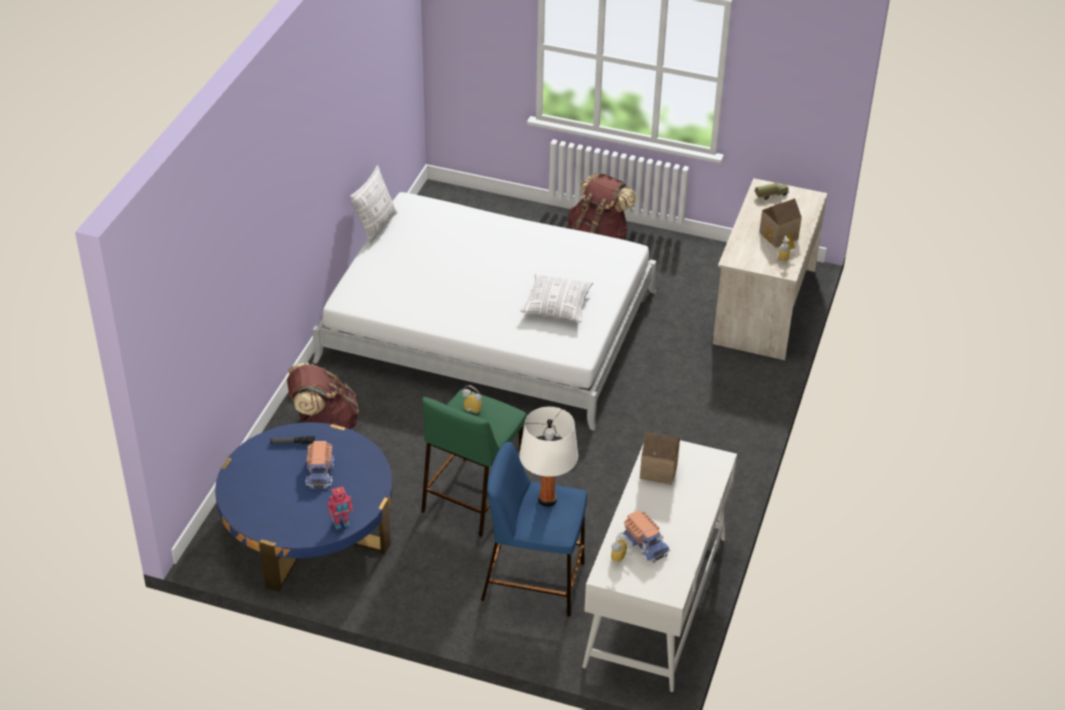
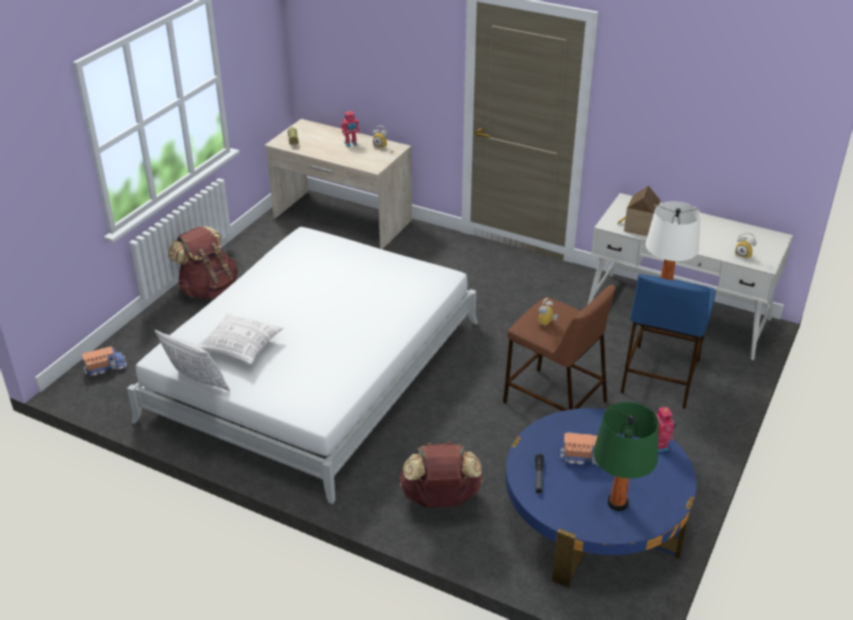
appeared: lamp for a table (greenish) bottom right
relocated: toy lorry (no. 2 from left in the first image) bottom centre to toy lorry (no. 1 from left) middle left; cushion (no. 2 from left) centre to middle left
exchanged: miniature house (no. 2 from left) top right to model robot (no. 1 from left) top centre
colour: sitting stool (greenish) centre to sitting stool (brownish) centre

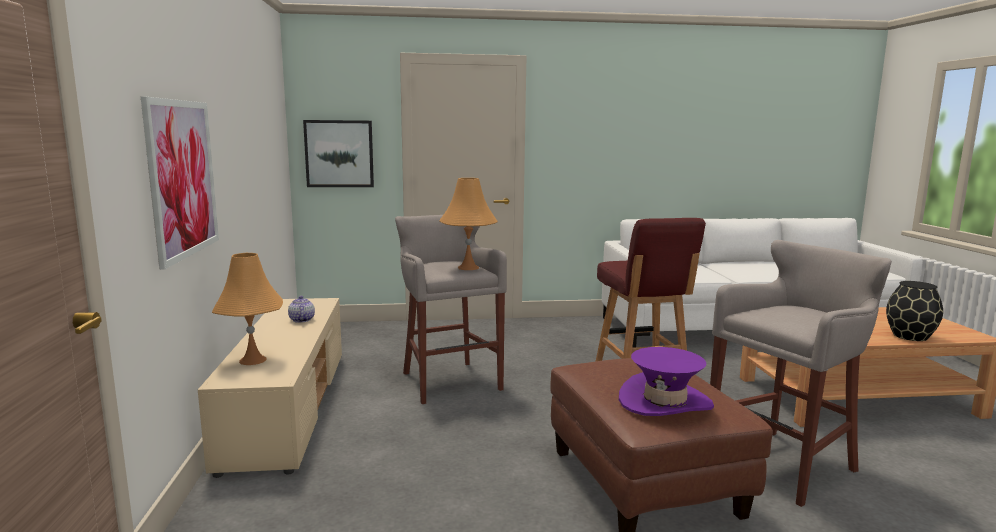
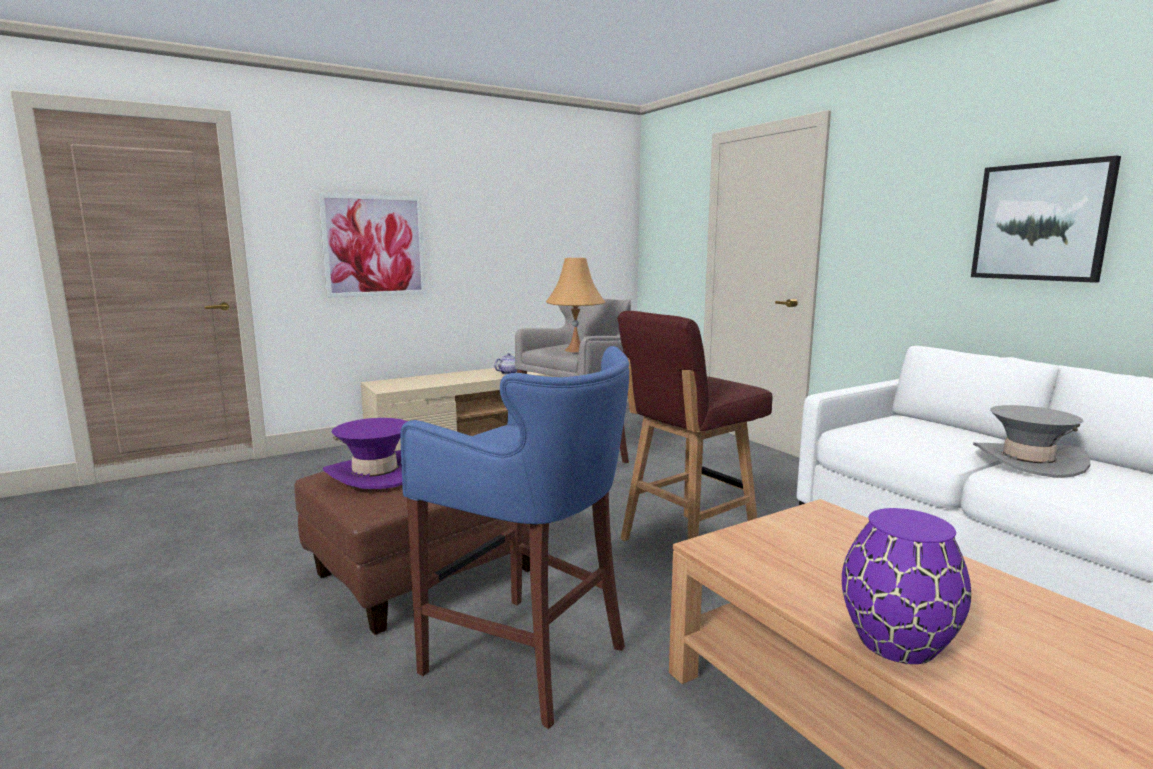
missing: lamp for a table (orange) (no. 1 from left) middle left
appeared: hat (greyish) middle right
relocated: wall art (no. 2 from left) top centre to top right
colour: sitting stool (greyish) (no. 2 from left) bottom right to sitting stool (blue) bottom centre; vase (black-coloured) middle right to vase (purple-coloured) bottom right

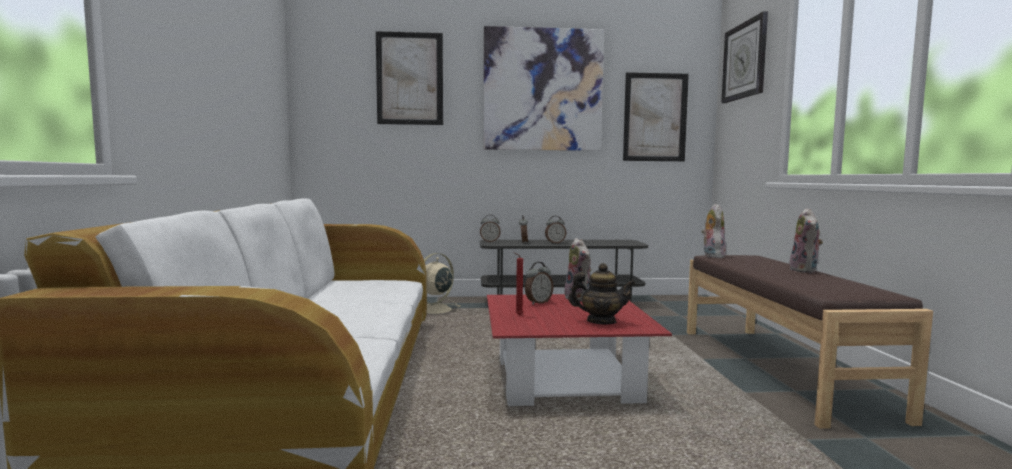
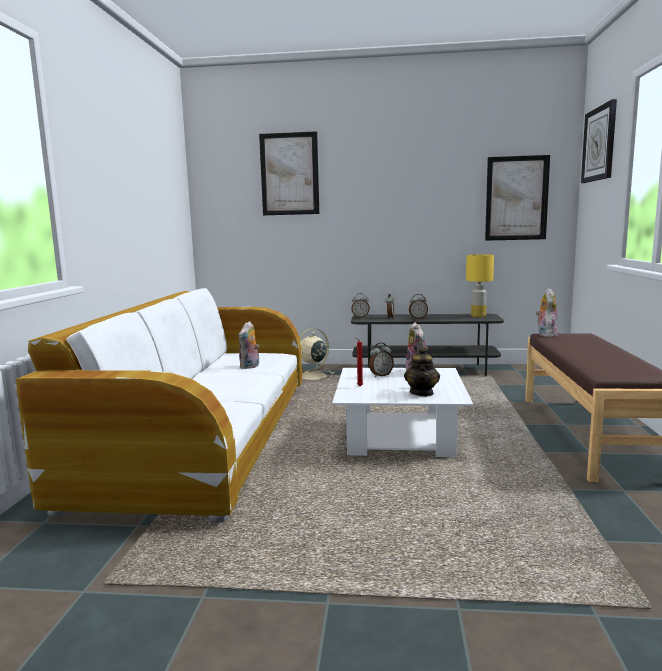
missing: wall art (no. 2 from left) top centre
appeared: lamp for a table (yellowish) middle right
relocated: cuddly toy (no. 3 from left in the first image) middle right to cuddly toy (no. 1 from left) centre
colour: coffee table (reddish) bottom centre to coffee table (white-coloured) centre
spun: tea pot centre = centre 75 degrees clockwise

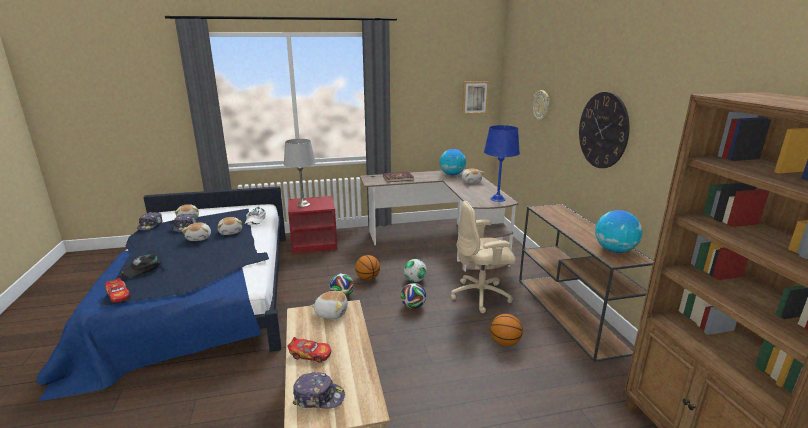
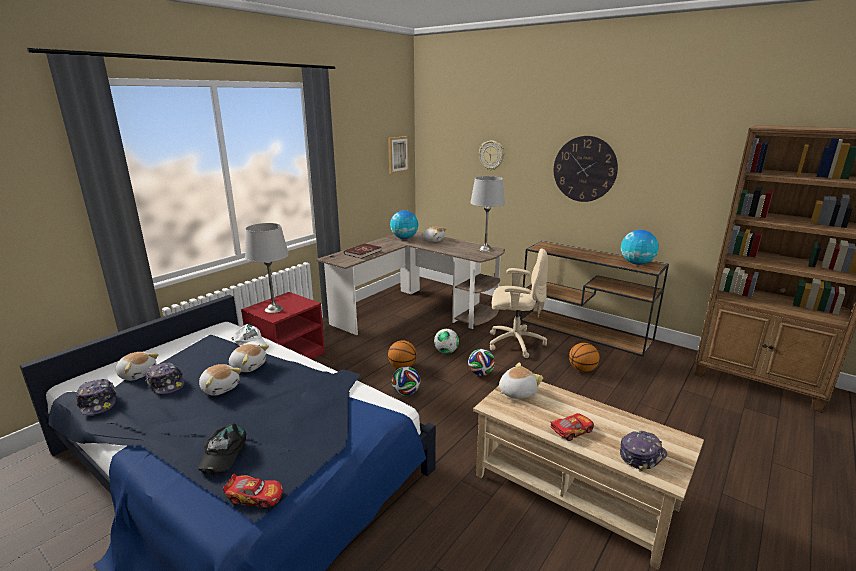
colour: lamp for a table (blue) centre to lamp for a table (greyish) (no. 2 from left) centre
spun: computer chair (beige-coloured) centre = centre 120 degrees counterclockwise

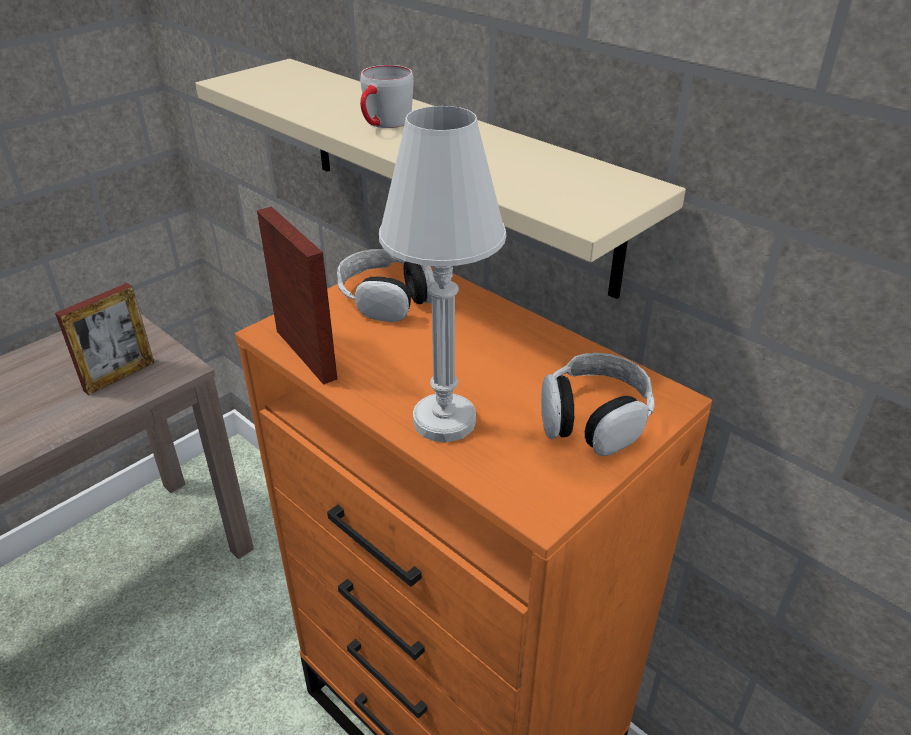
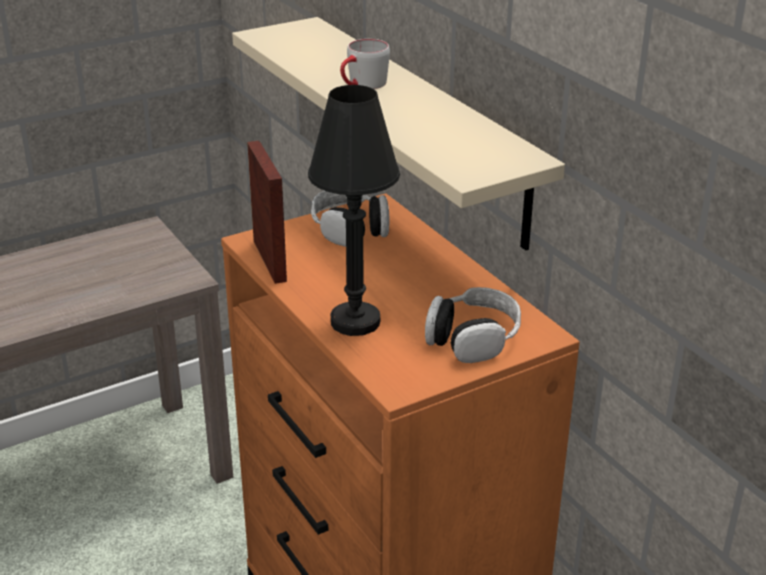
missing: standing frame (no. 1 from left) middle left
colour: lamp for a table (white-coloured) centre to lamp for a table (black-coloured) centre

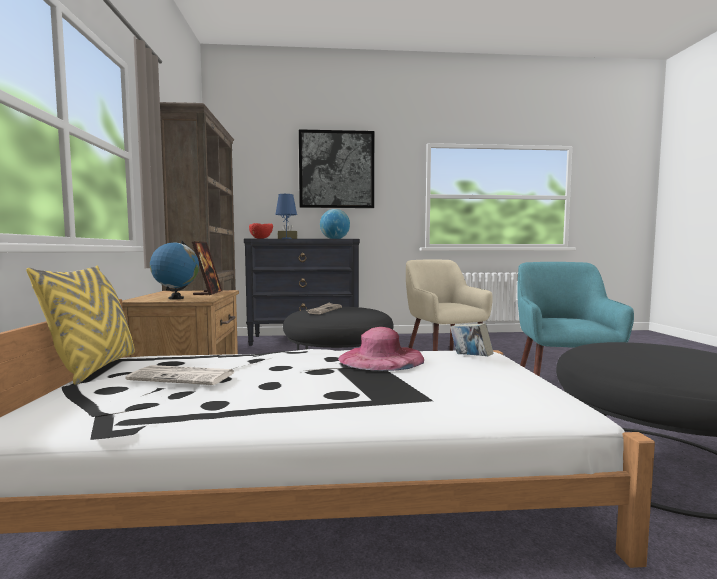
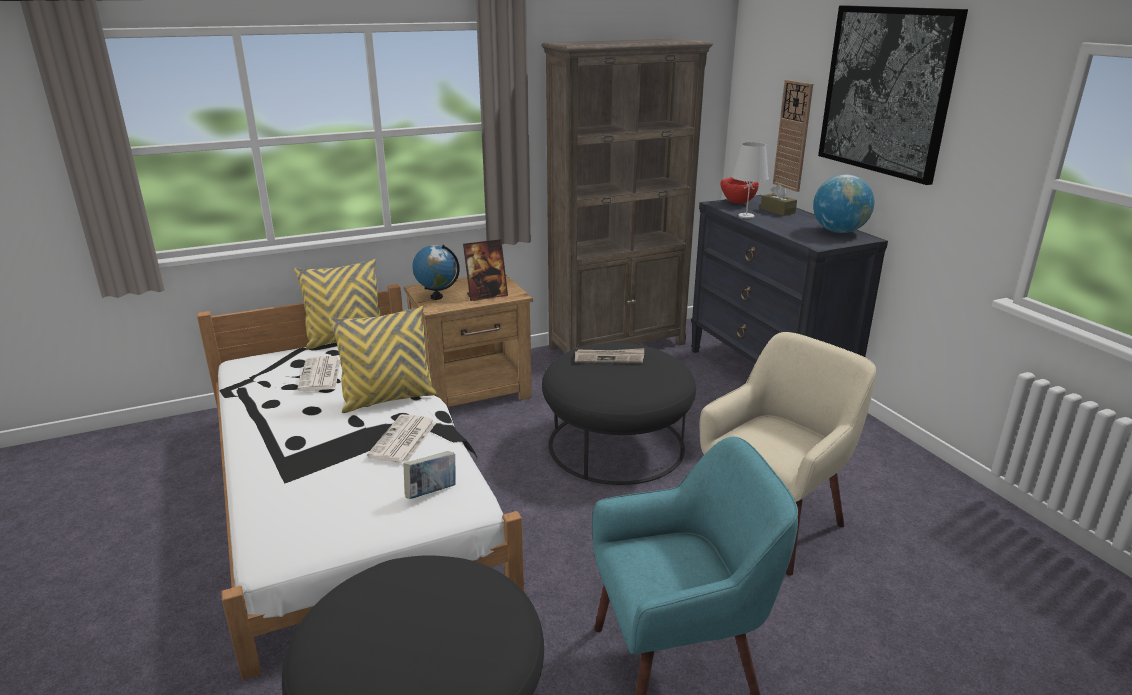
appeared: cushion (yellowish) (no. 2 from left) centre; clock on the wall top right
exchanged: hat (pink-coloured) centre to newspaper (no. 2 from left) centre
colour: lamp for a table (blue) centre to lamp for a table (white-coloured) top centre

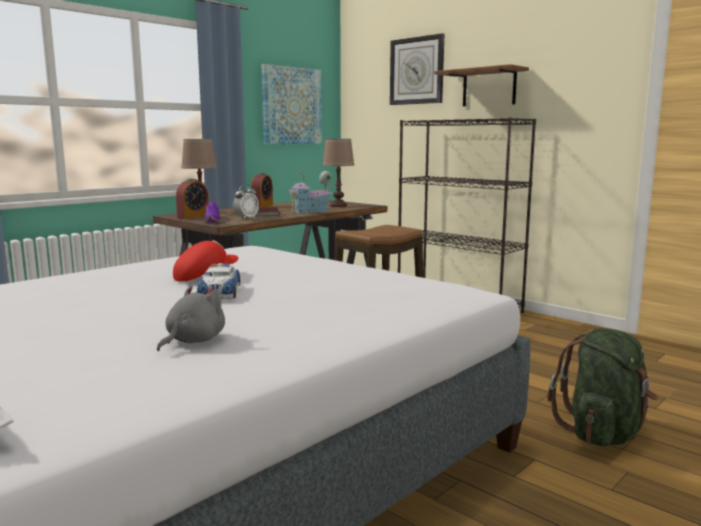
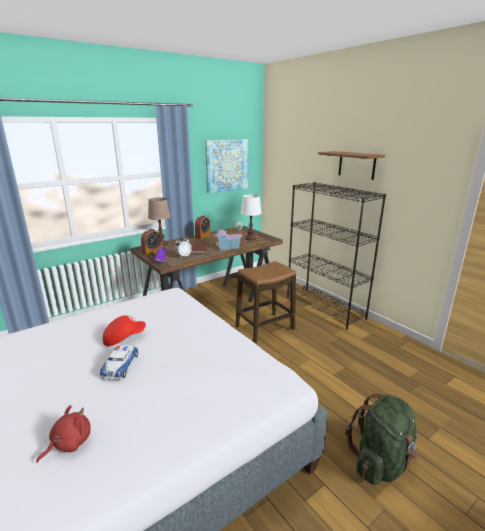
missing: clock on the wall top centre
colour: cuddly toy (greyish) middle left to cuddly toy (reddish) bottom left; lamp for a table (brownish) (no. 2 from left) top centre to lamp for a table (white-coloured) centre

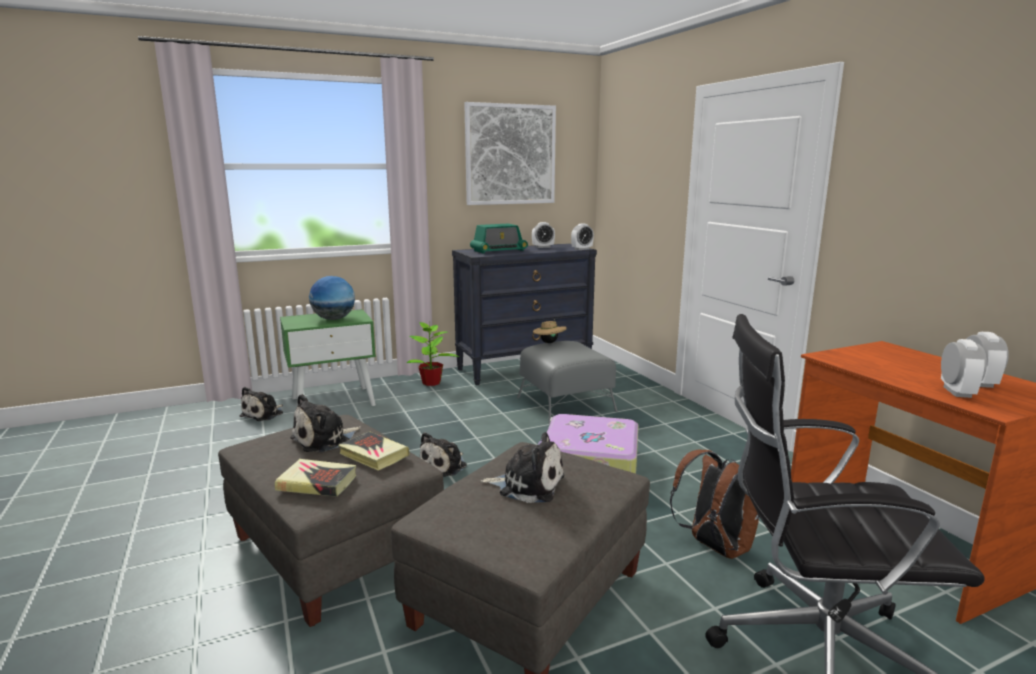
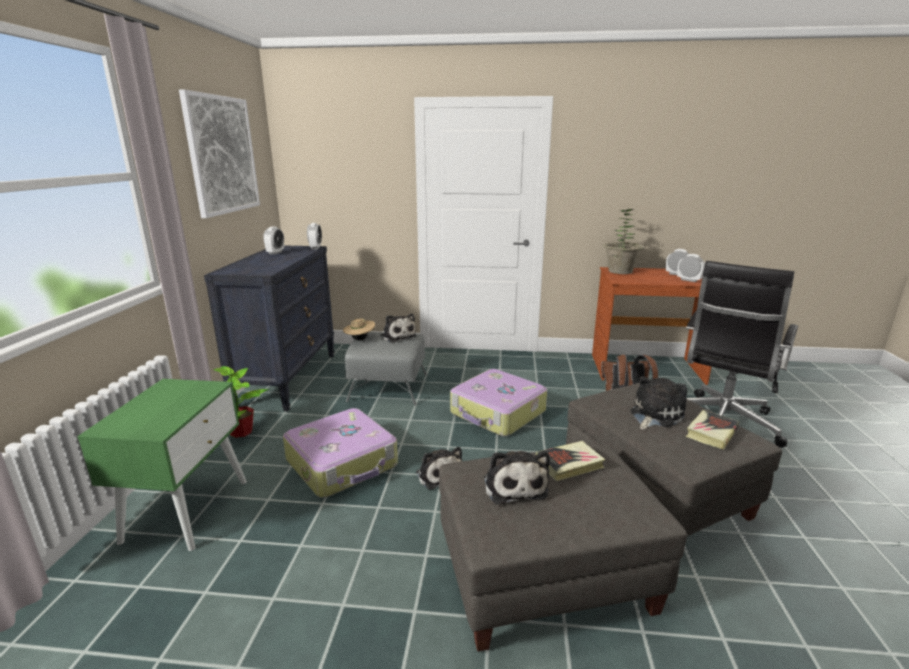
missing: world globe middle left; radio receiver centre
appeared: suitcase (no. 1 from left) bottom centre; houseplant (no. 2 from left) middle right
relocated: cuddly toy (no. 1 from left) middle left to centre; volume (no. 1 from left in the first image) bottom left to volume (no. 2 from left) middle right

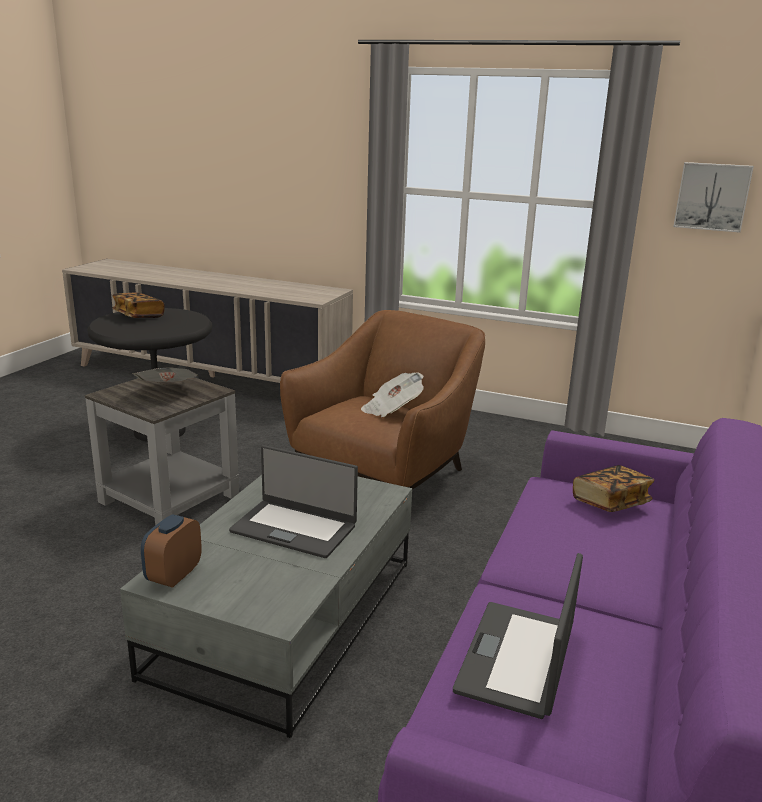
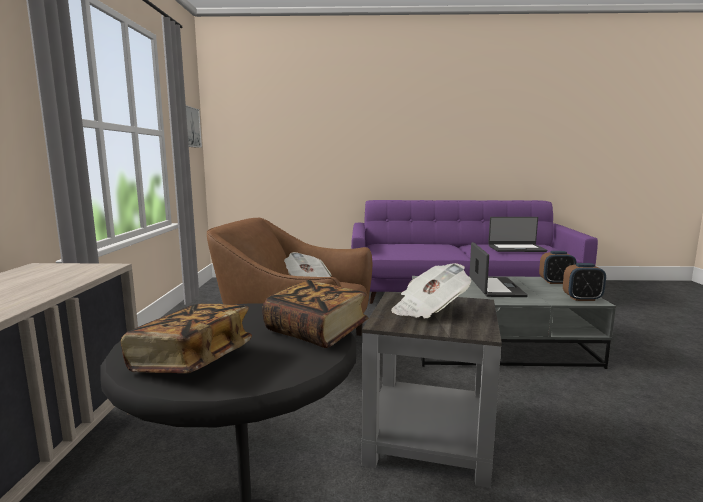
appeared: table clock (no. 1 from left) middle right
relocated: volume (no. 2 from left) middle right to centre

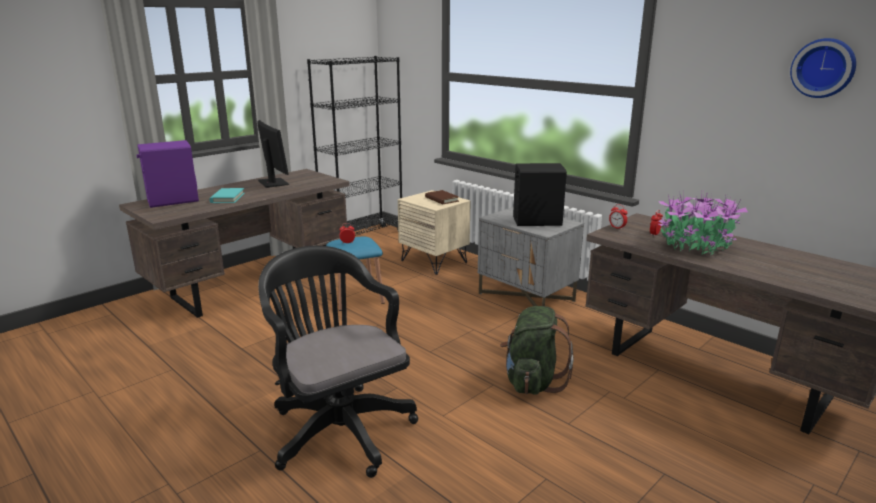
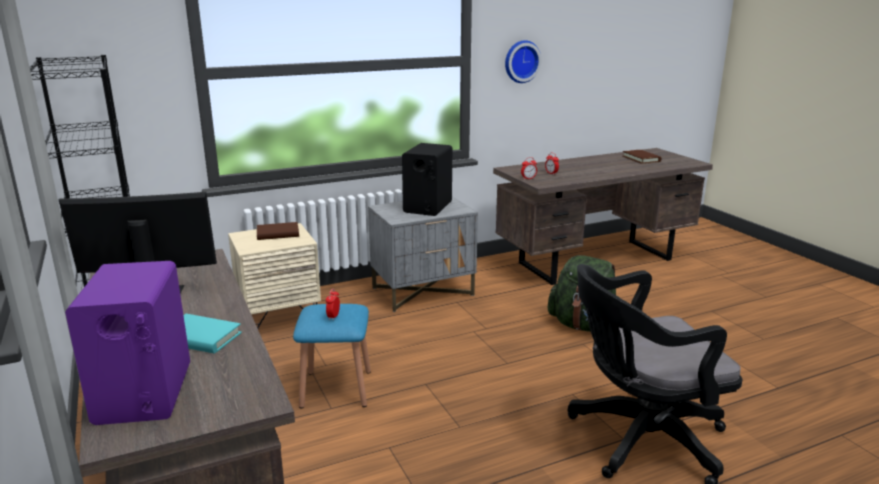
missing: houseplant middle right
appeared: volume (brownish) (no. 2 from left) top right
relocated: clock on the wall top right to top centre

